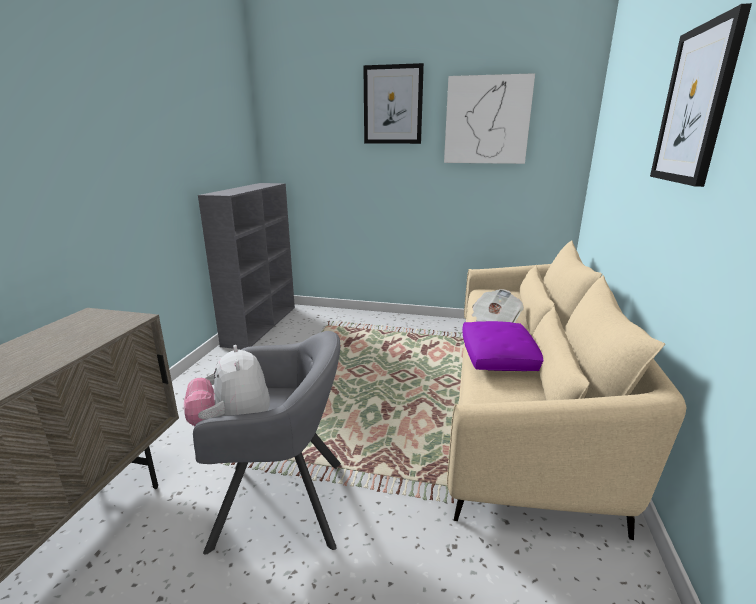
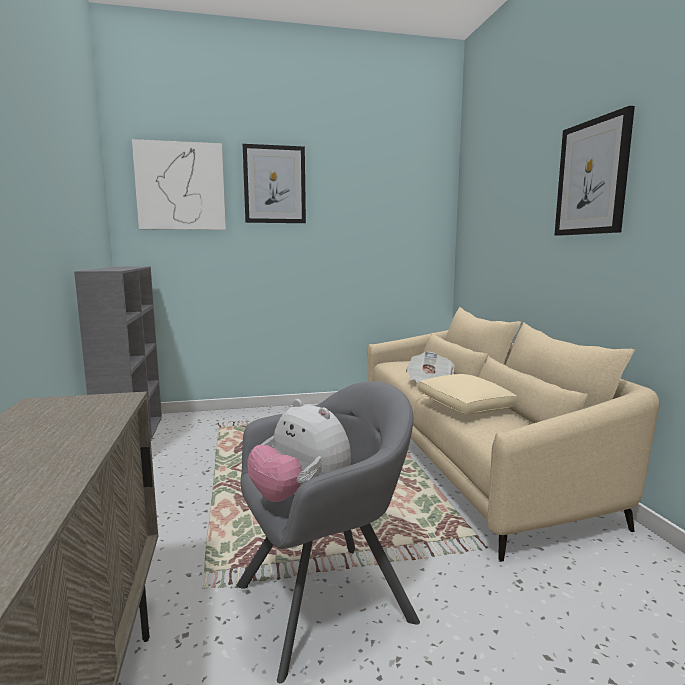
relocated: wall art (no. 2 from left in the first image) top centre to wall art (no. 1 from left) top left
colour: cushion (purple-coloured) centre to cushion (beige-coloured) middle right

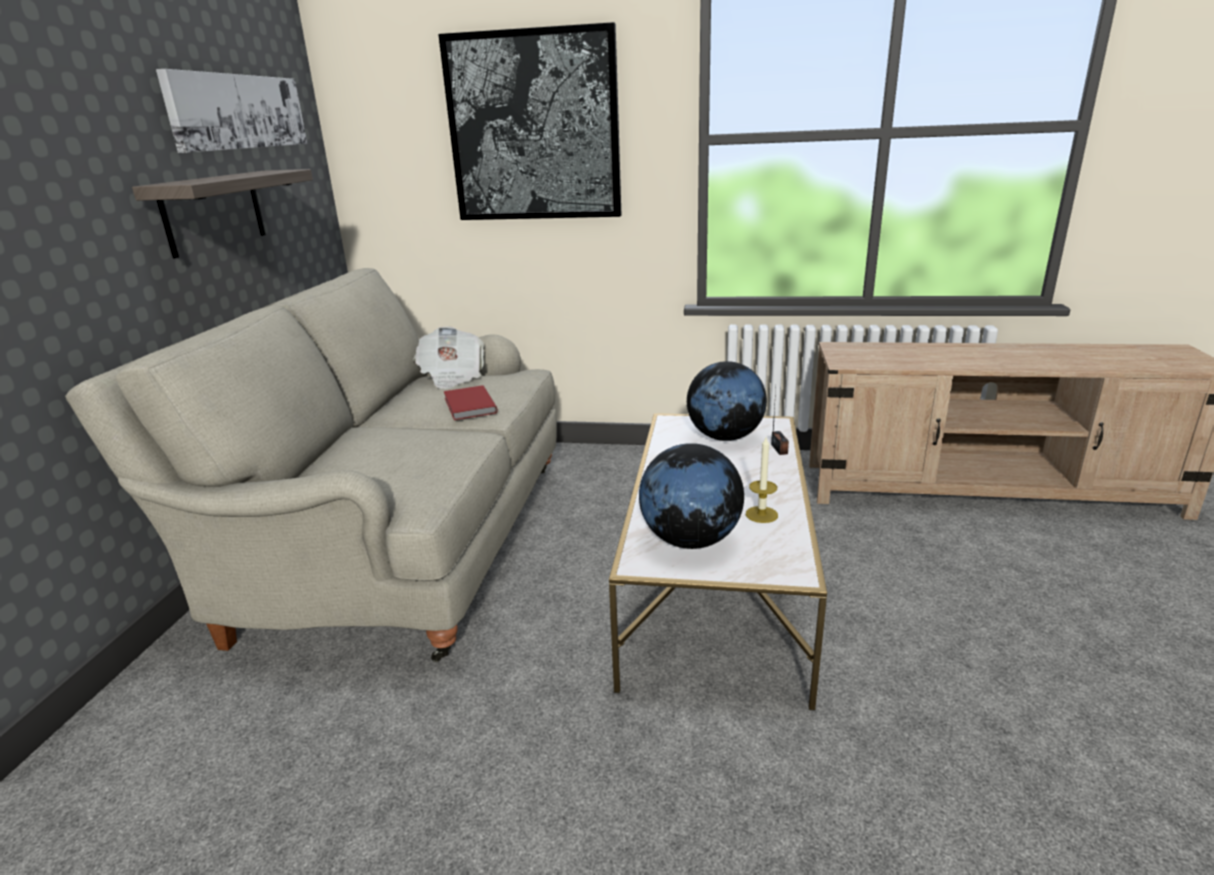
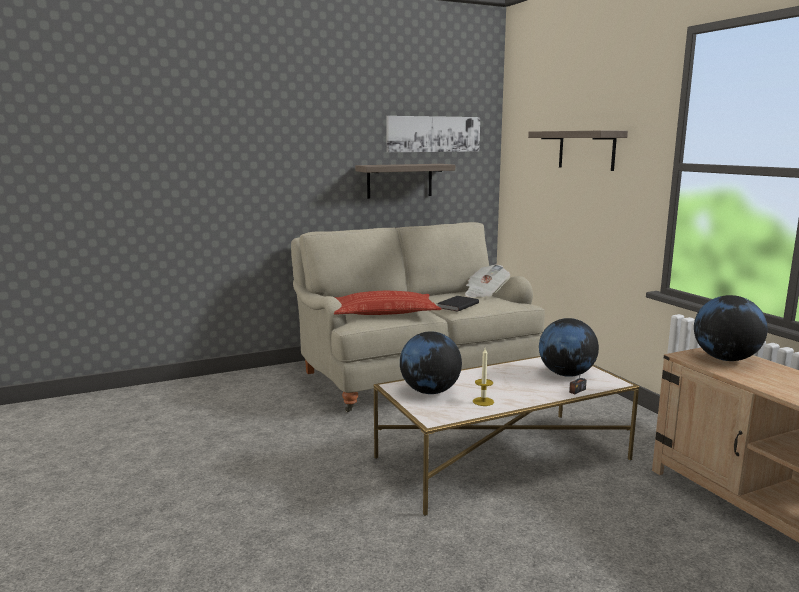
appeared: cushion centre; world globe (no. 3 from left) middle right
exchanged: wall art (no. 2 from left) top centre to bracket shelf (no. 2 from left) top right
colour: volume (reddish) centre to volume (black-coloured) centre

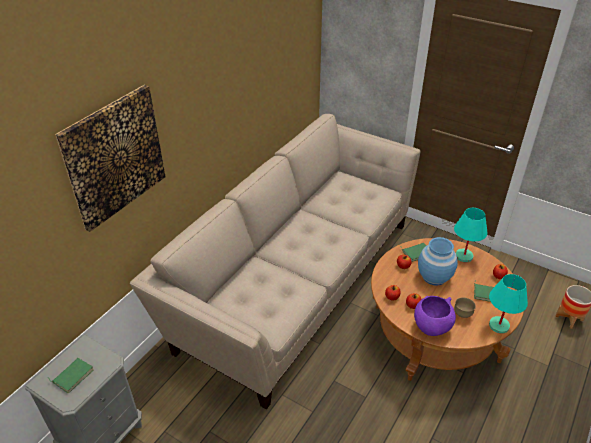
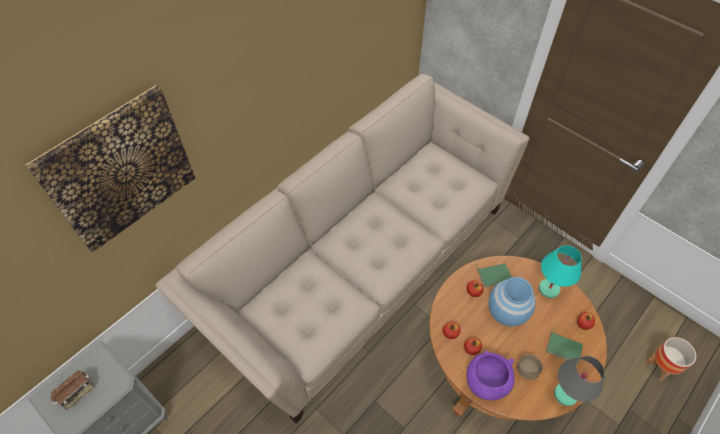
exchanged: volume (greenish) (no. 1 from left) bottom left to radio receiver bottom left
colour: lamp for a table (blue-green) (no. 2 from left) bottom right to lamp for a table (greyish) bottom right

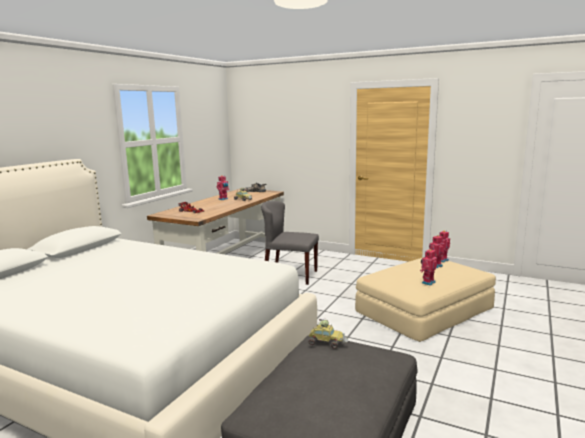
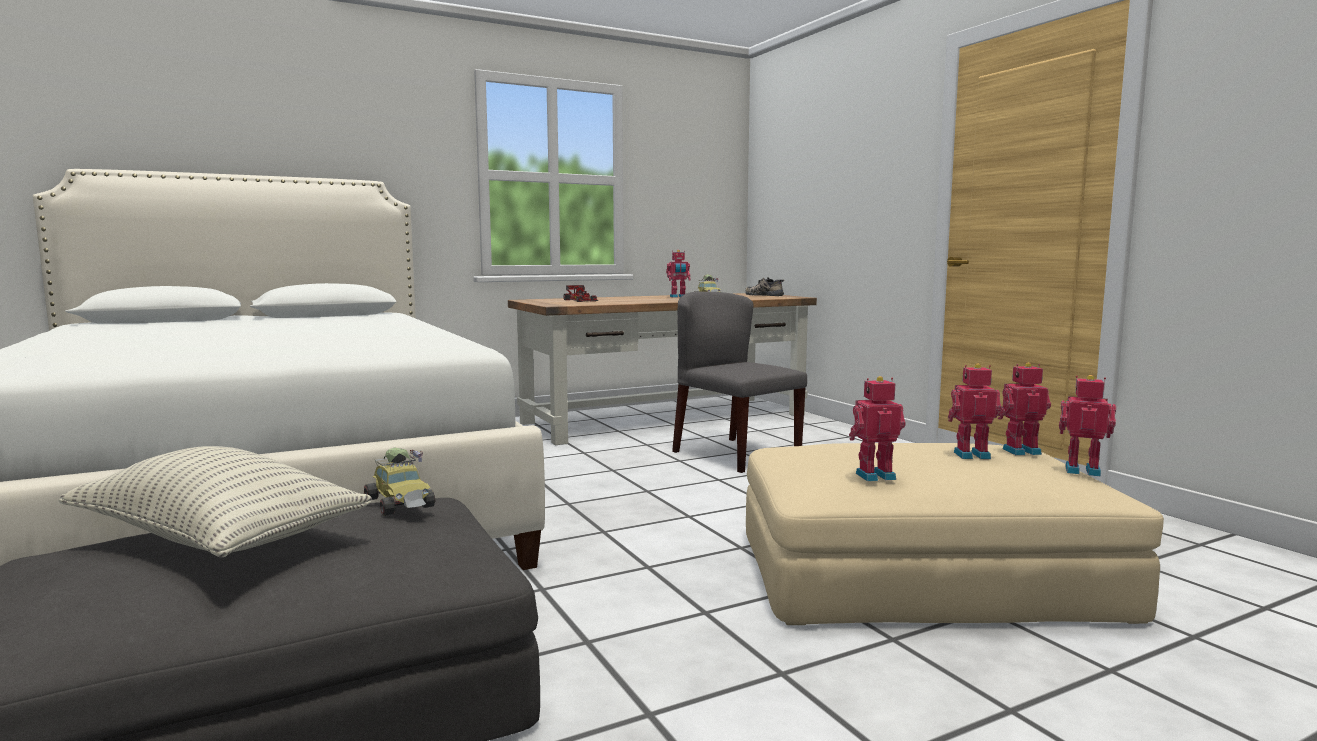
appeared: cushion bottom left; model robot (no. 5 from left) middle right

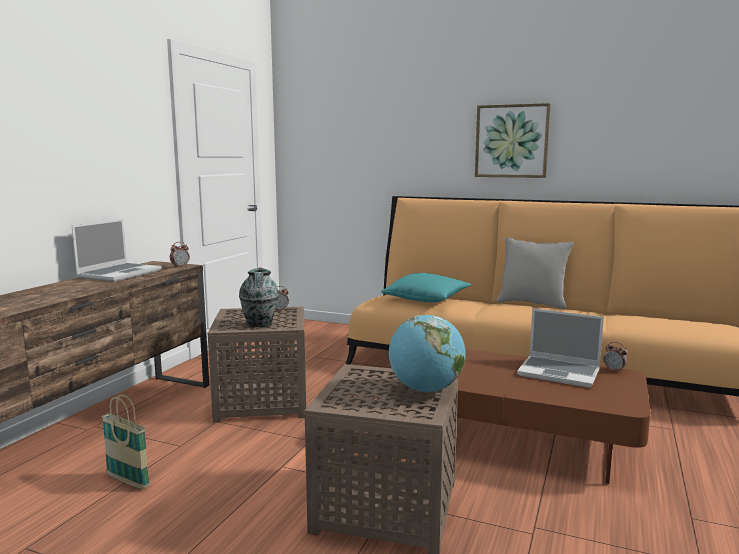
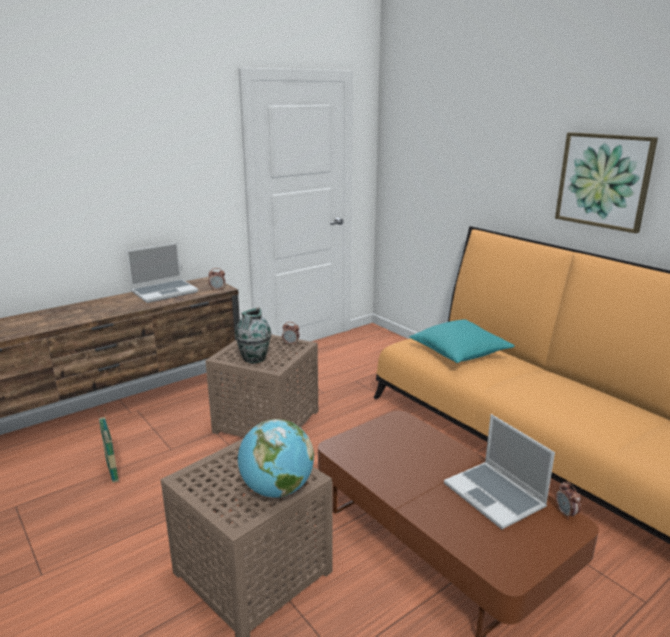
missing: cushion (greyish) middle right

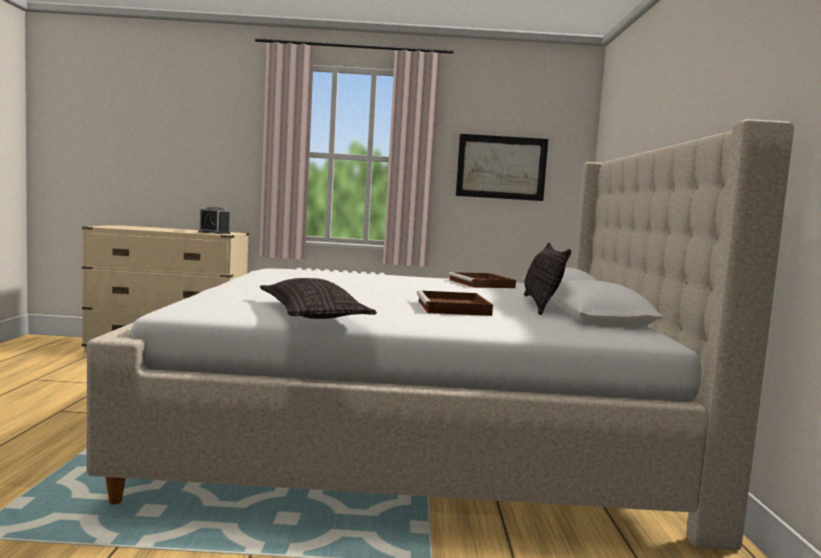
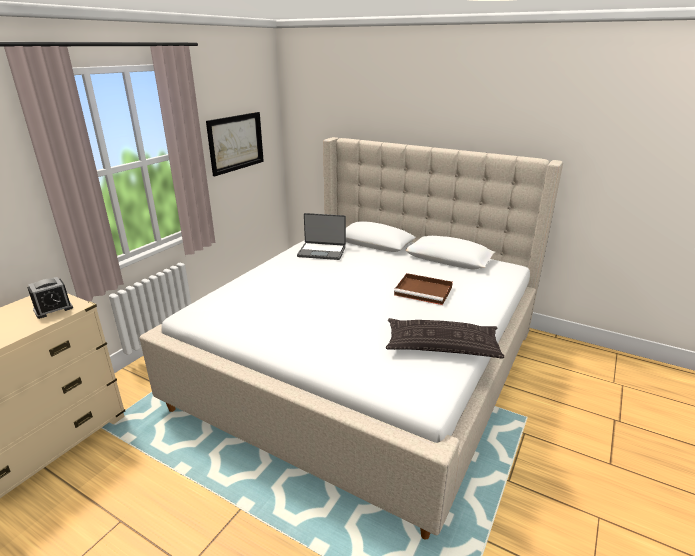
missing: cushion (no. 2 from left) centre
exchanged: carrying tray (brownish) (no. 2 from left) centre to notebook computer centre

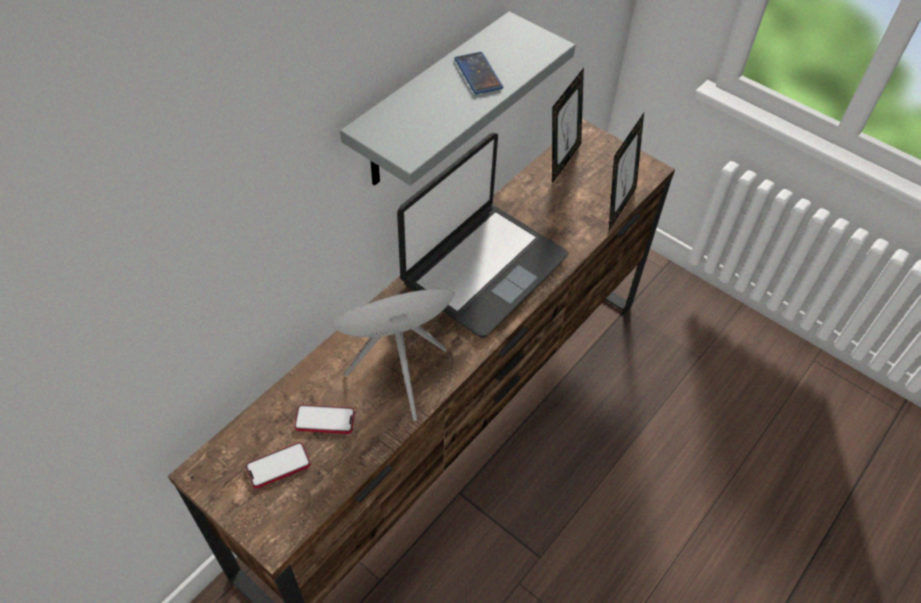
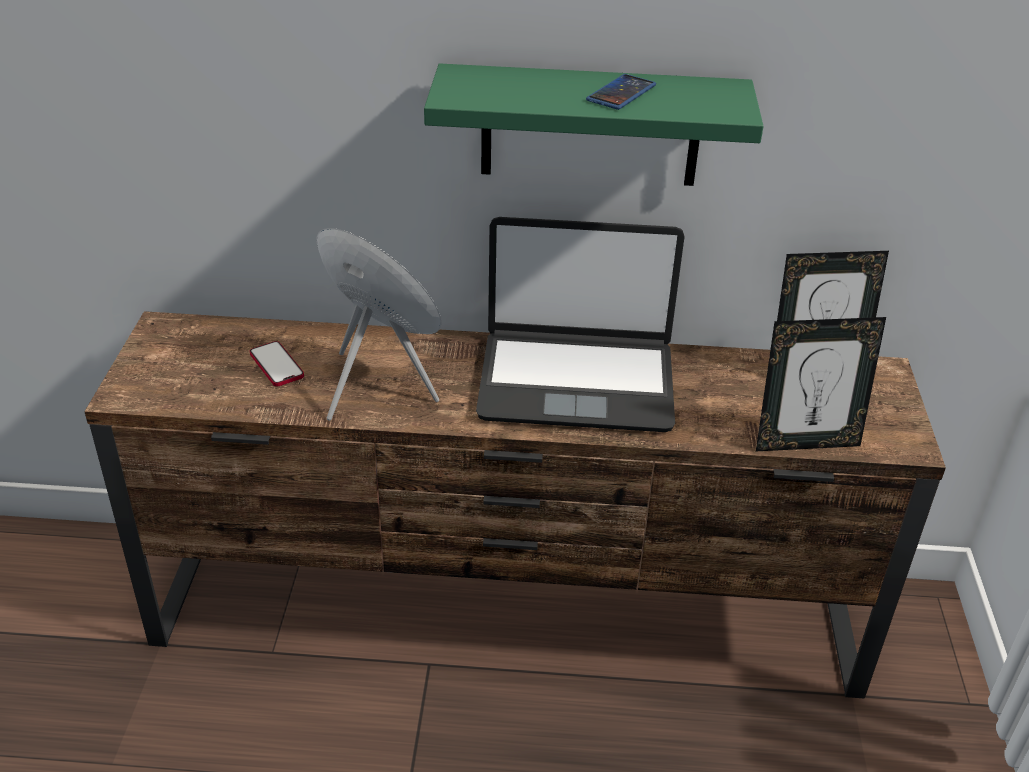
missing: telephone (no. 1 from left) bottom left
colour: bracket shelf (greyish) top centre to bracket shelf (greenish) top centre

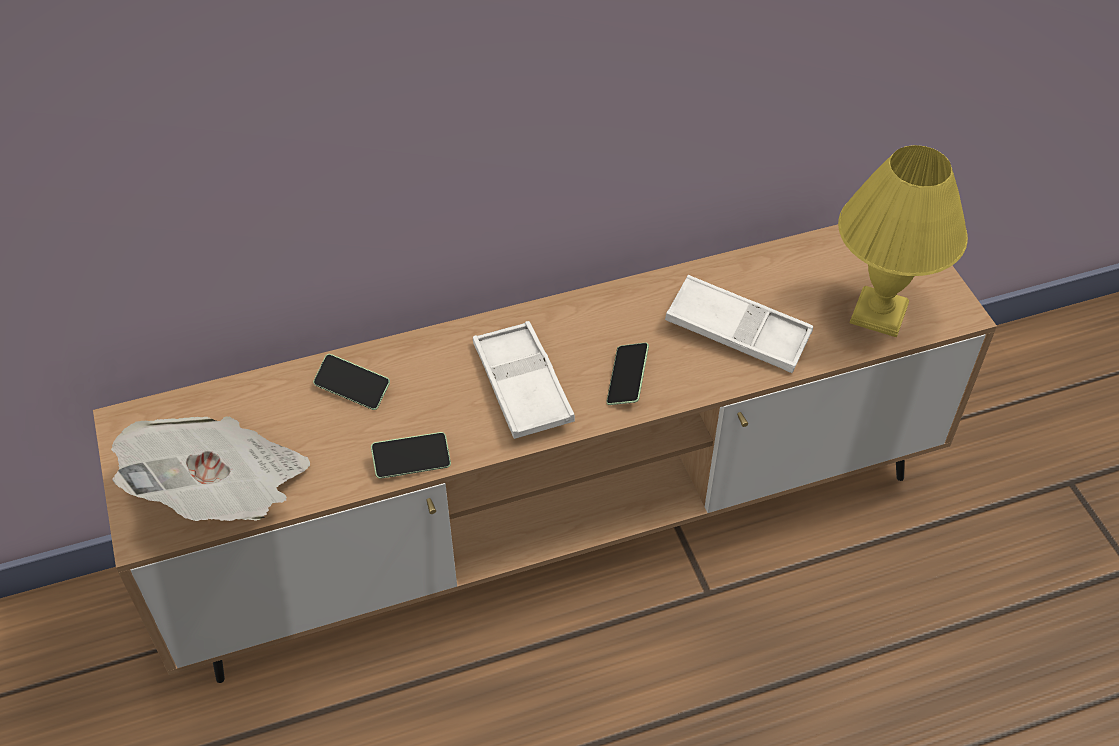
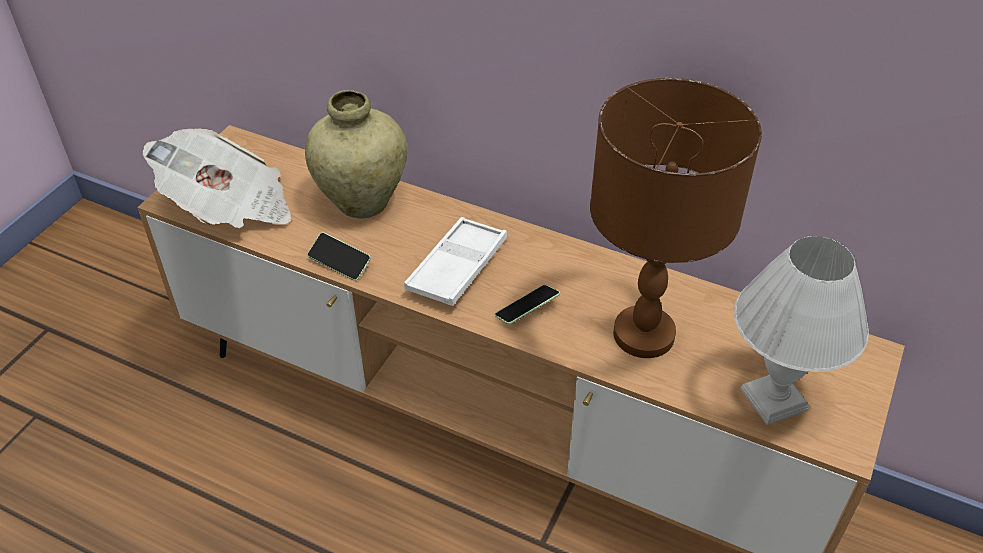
exchanged: telephone (no. 1 from left) middle left to vase (beige-coloured) top centre; carrying tray (white-coloured) (no. 2 from left) centre to lamp for a table (brownish) middle right
colour: lamp for a table (yellowish) top right to lamp for a table (white-coloured) middle right

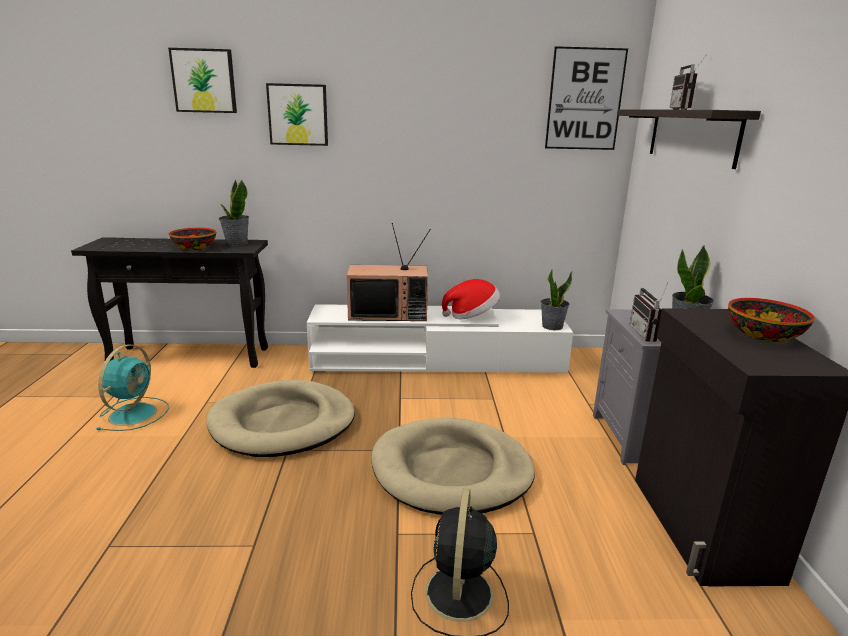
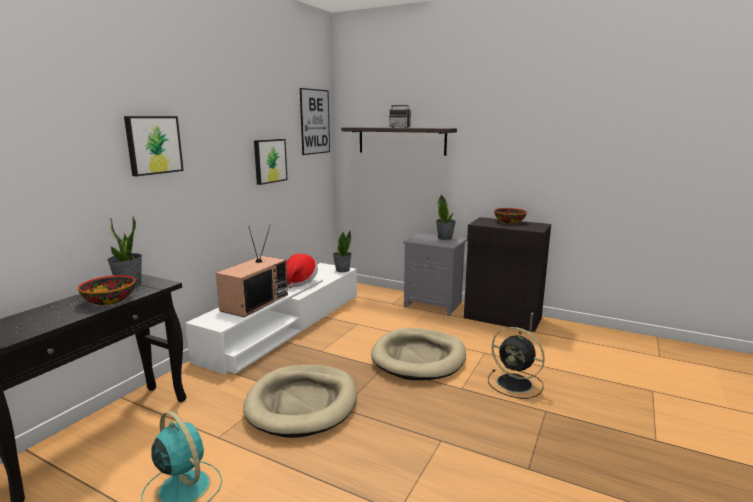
missing: radio receiver (no. 1 from left) middle right
relocated: wall art (no. 1 from left in the first image) top left to wall art (no. 2 from left) top centre

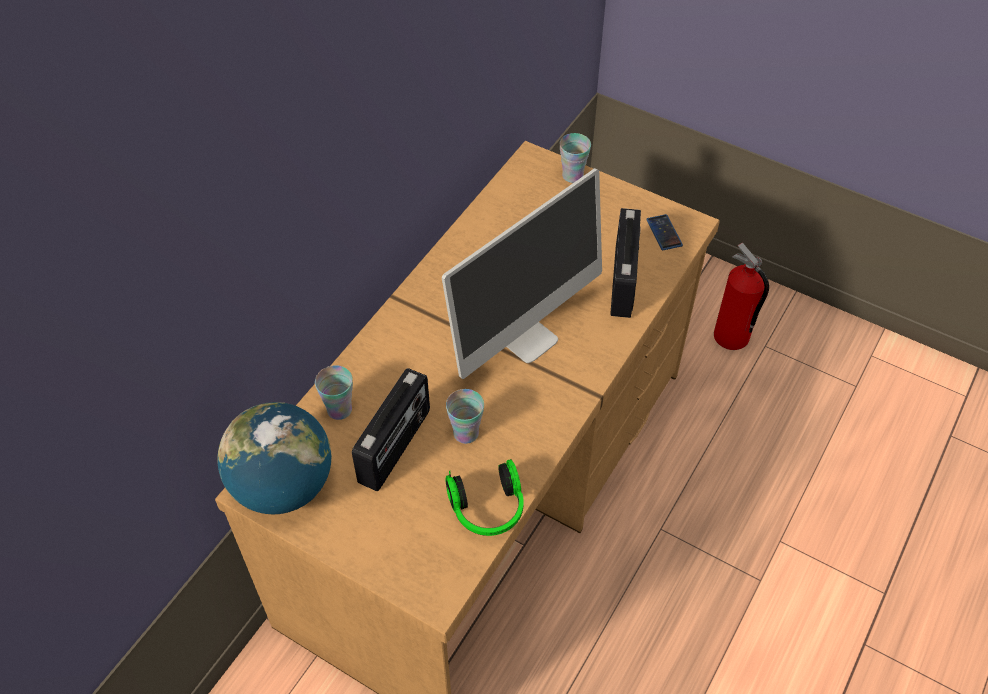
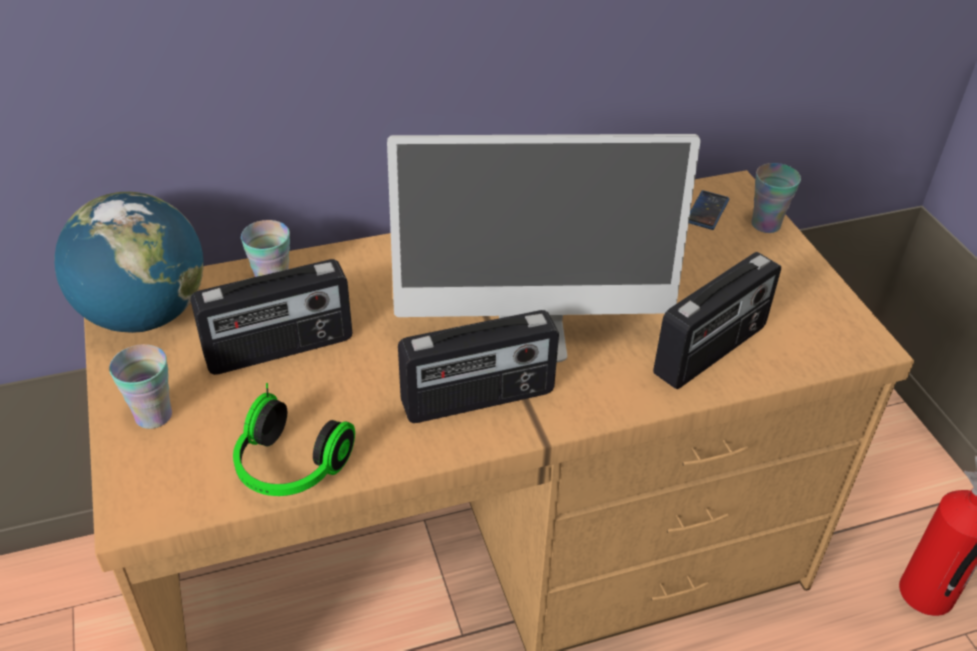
appeared: radio receiver (no. 2 from left) centre
relocated: small cup (no. 2 from left in the first image) centre to small cup (no. 1 from left) middle left; telephone middle right to top right

